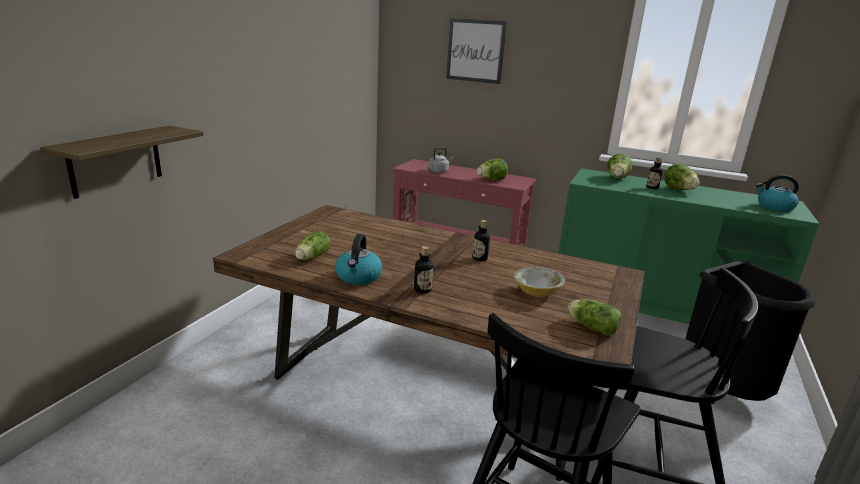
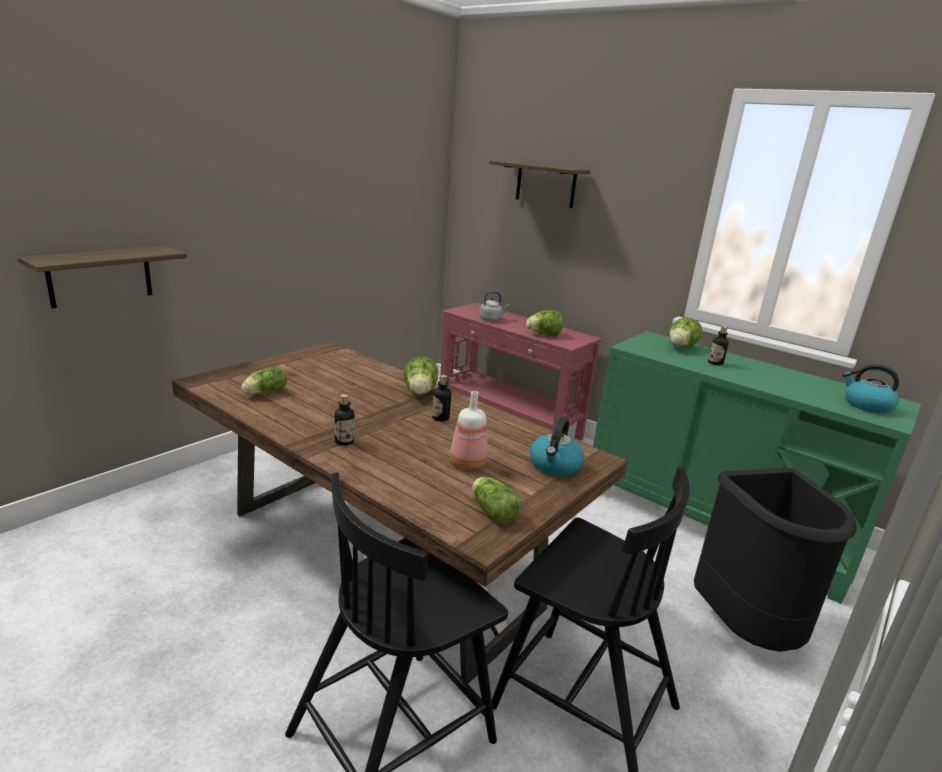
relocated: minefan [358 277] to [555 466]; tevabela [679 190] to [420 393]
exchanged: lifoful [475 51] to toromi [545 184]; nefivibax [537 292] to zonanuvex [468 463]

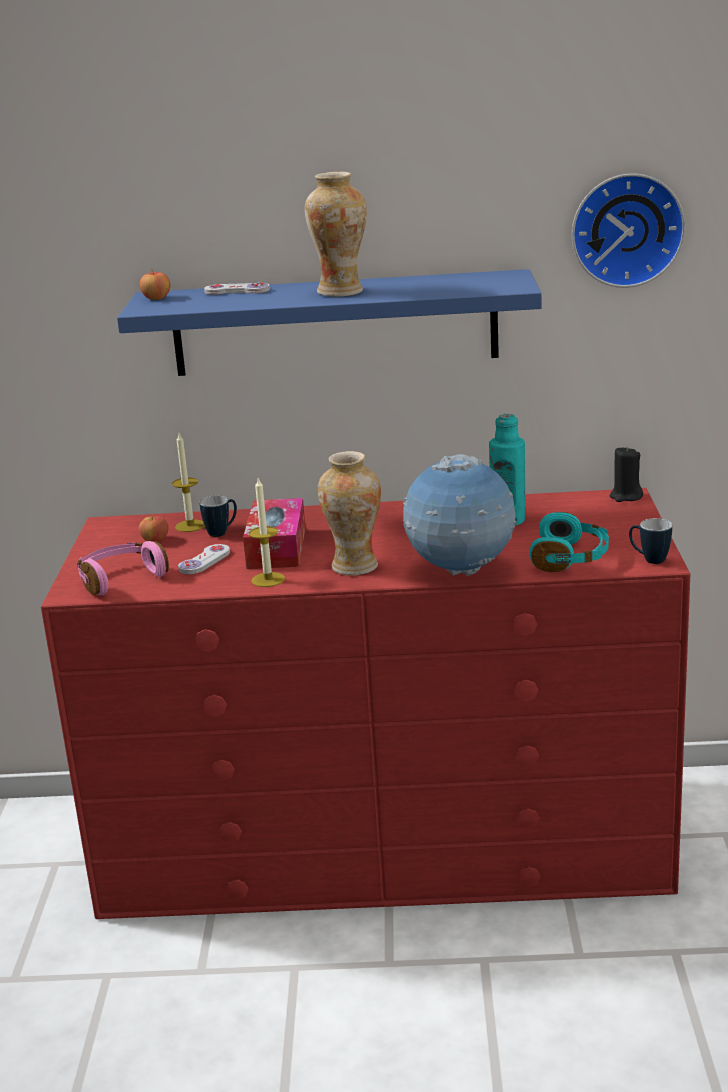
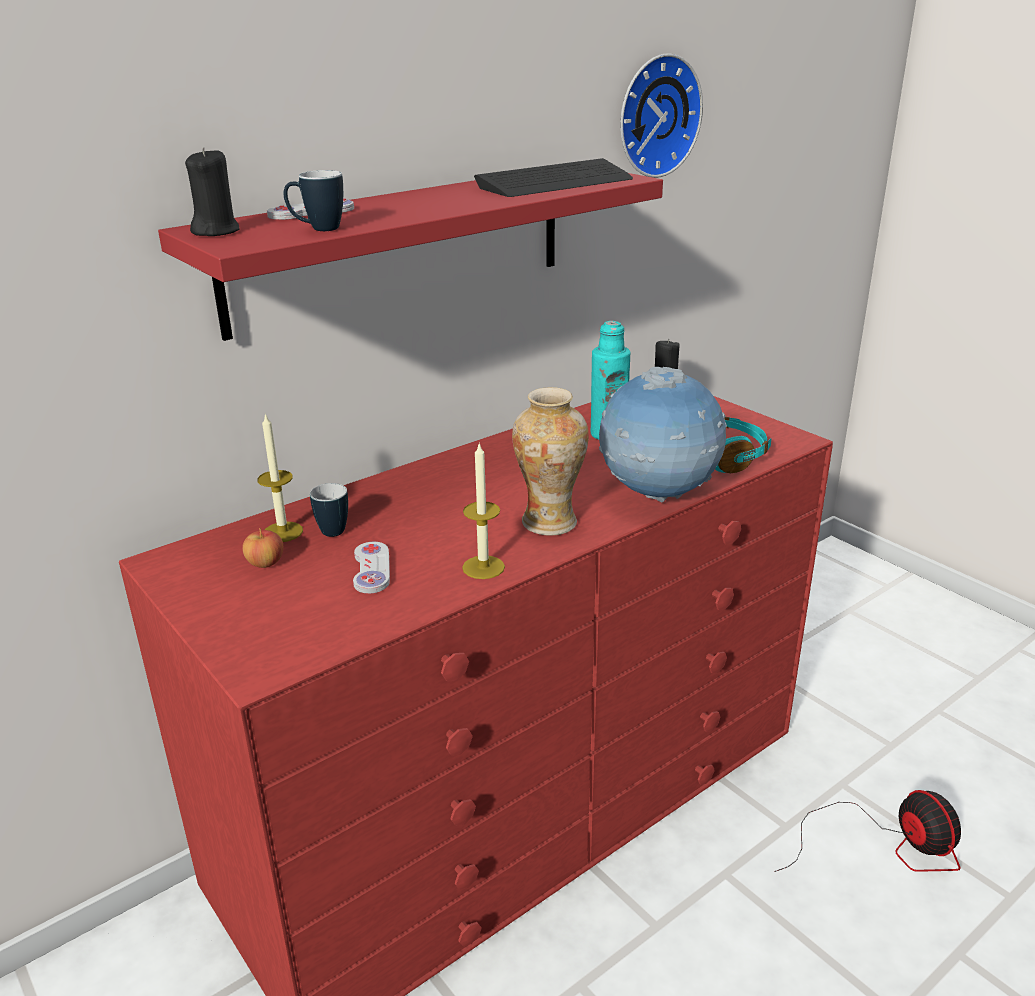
missing: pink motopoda [120 579]; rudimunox [276 547]; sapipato [340 292]
appeared: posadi [555 183]; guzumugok [885 845]
relocated: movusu [649 559] to [317 229]
exchanged: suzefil [156 298] to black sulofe [216 231]
colour: blue toromi [334 323] to red toromi [401 246]

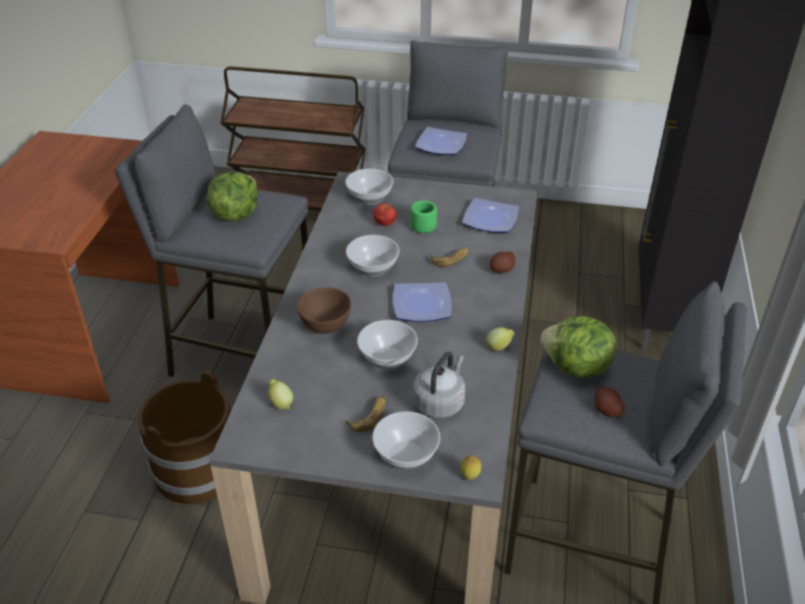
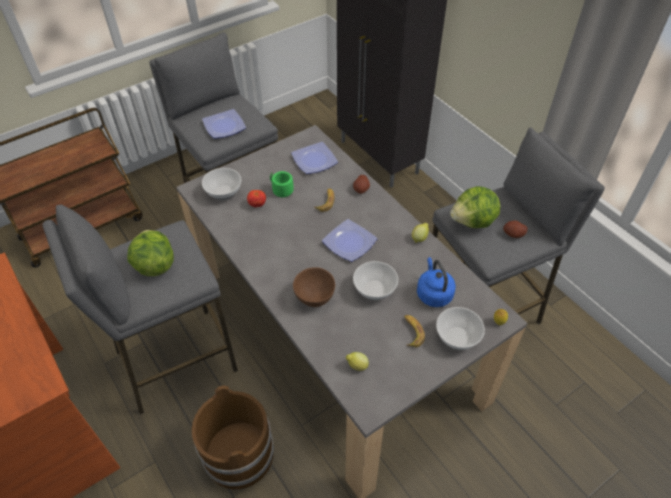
missing: nefivibax [374 267]
colour: grey minefan [440 402] to blue minefan [433 293]

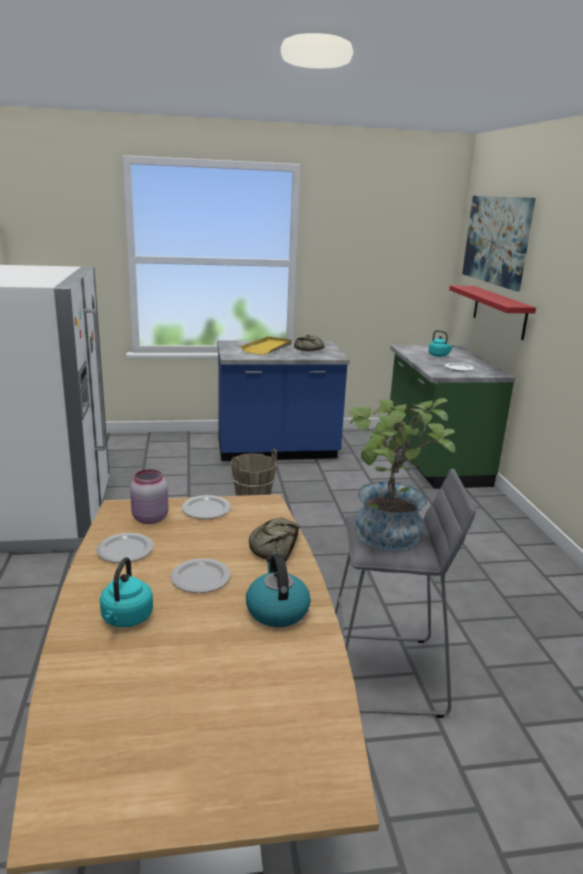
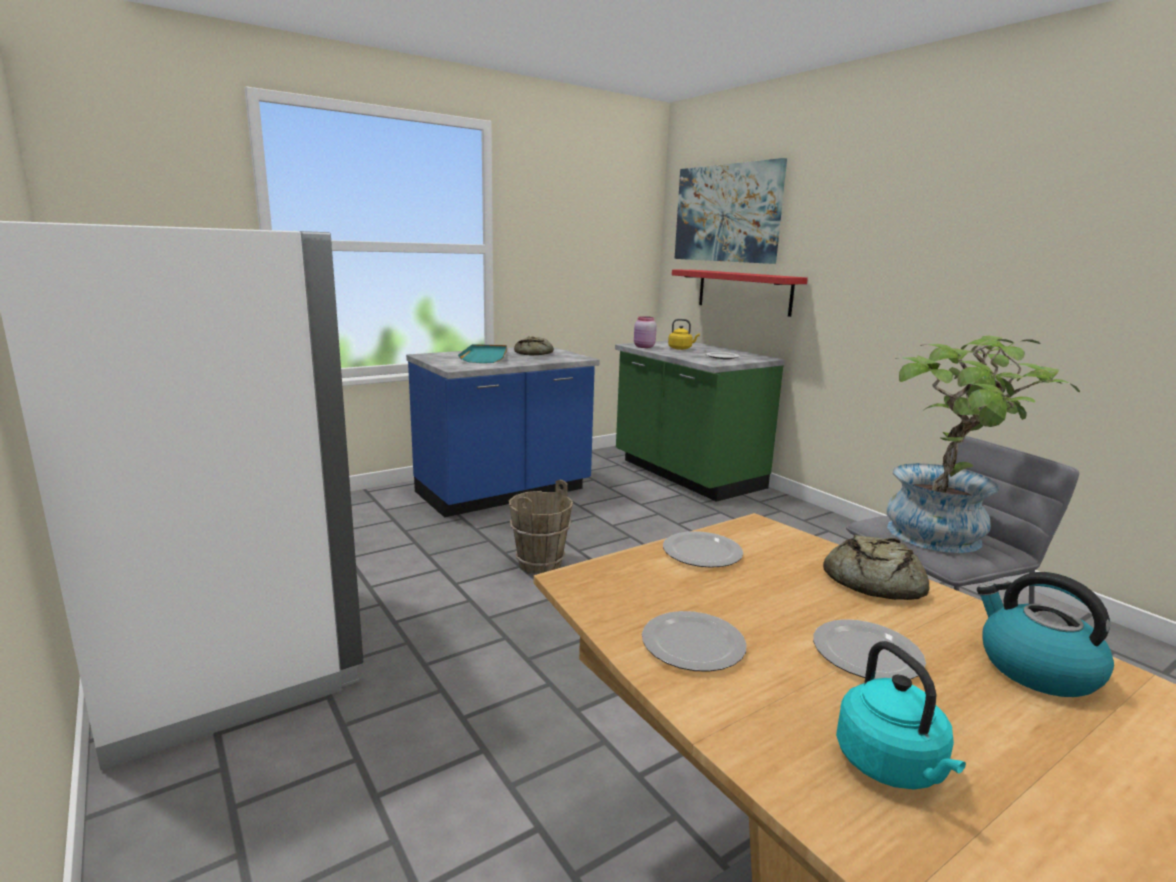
relocated: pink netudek [149 518] to [644 347]
colour: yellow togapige [267 348] to turquoise togapige [485 356]; turquoise minefan [439 355] to yellow minefan [681 348]

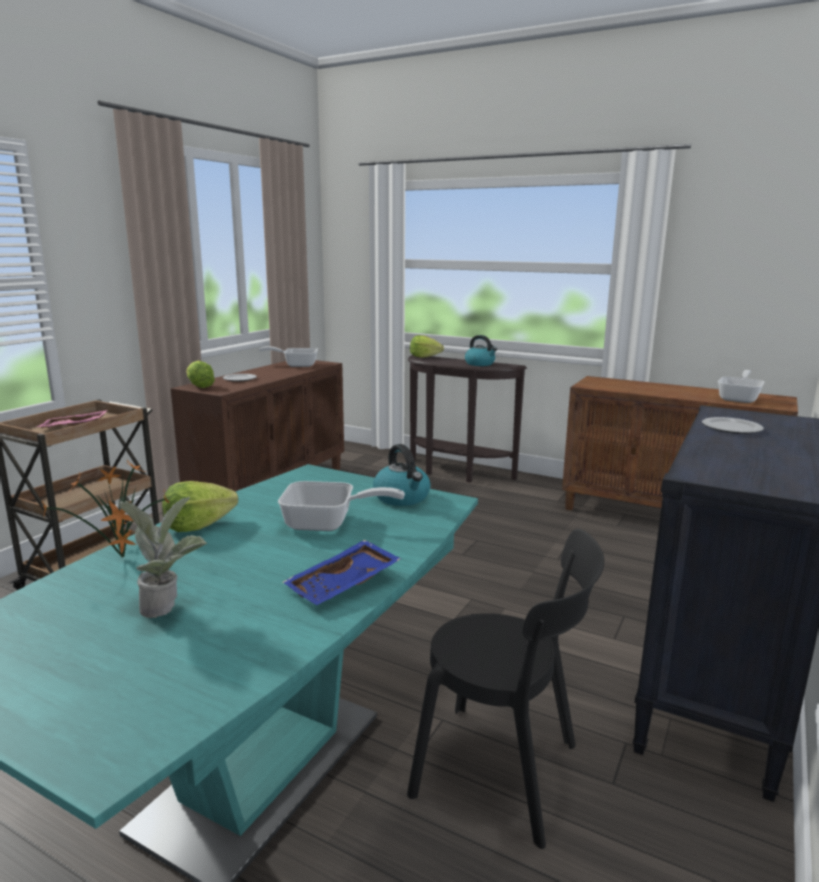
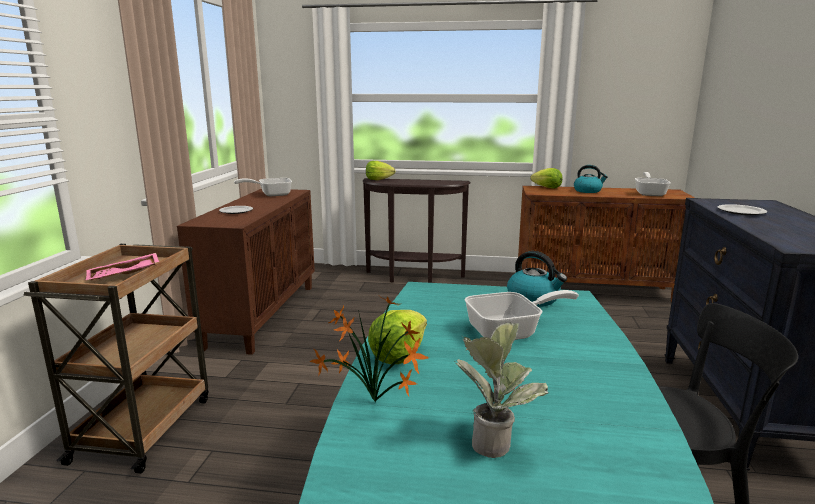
missing: blue togapige [344 585]
relocated: tevabela [199 386] to [547 187]; minefan [480 364] to [588 191]

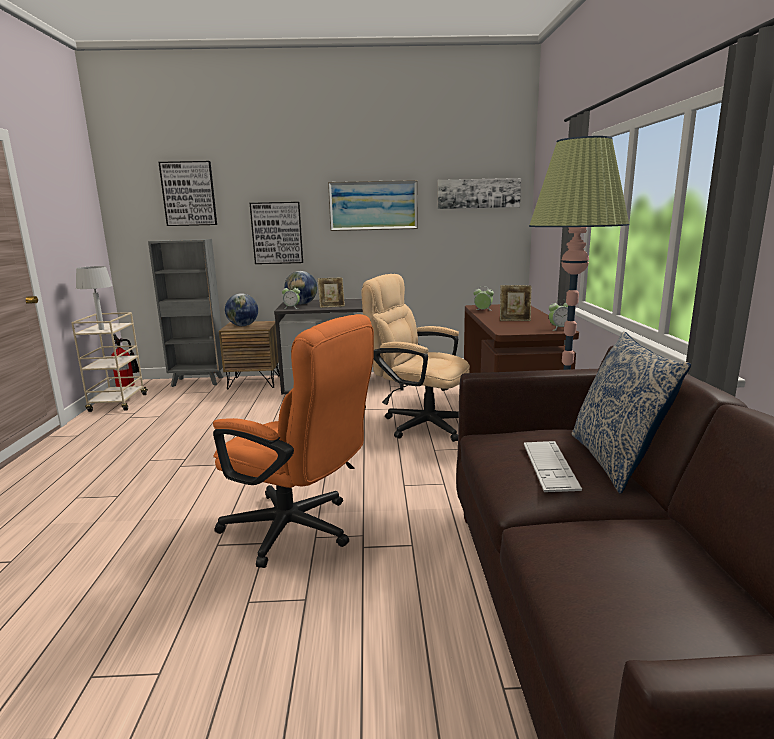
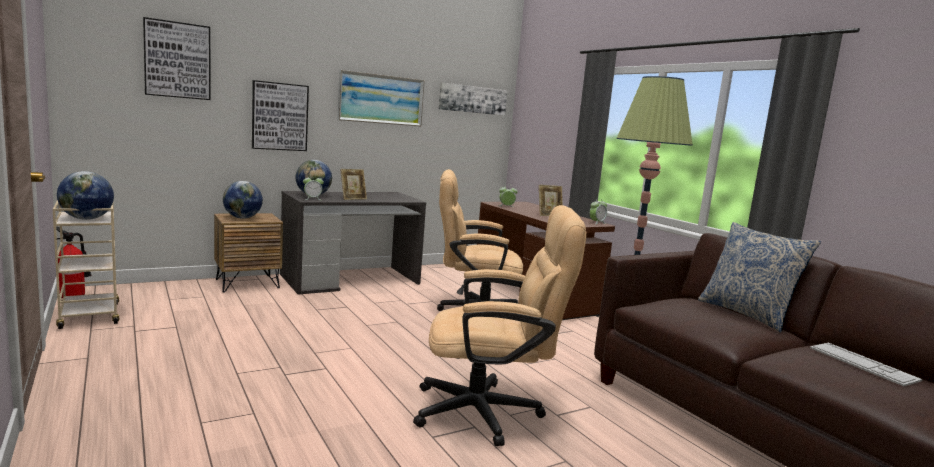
missing: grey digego [198 382]
relocated: posadi [549 466] to [862 364]
exchanged: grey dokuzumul [101 329] to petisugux [86 219]
colour: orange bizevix [299 531] to beige bizevix [490 412]

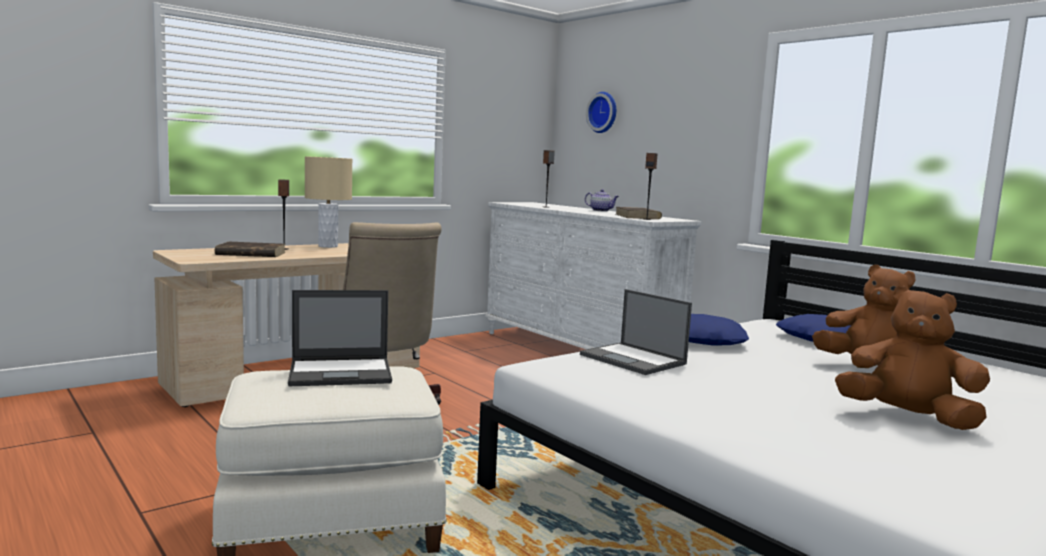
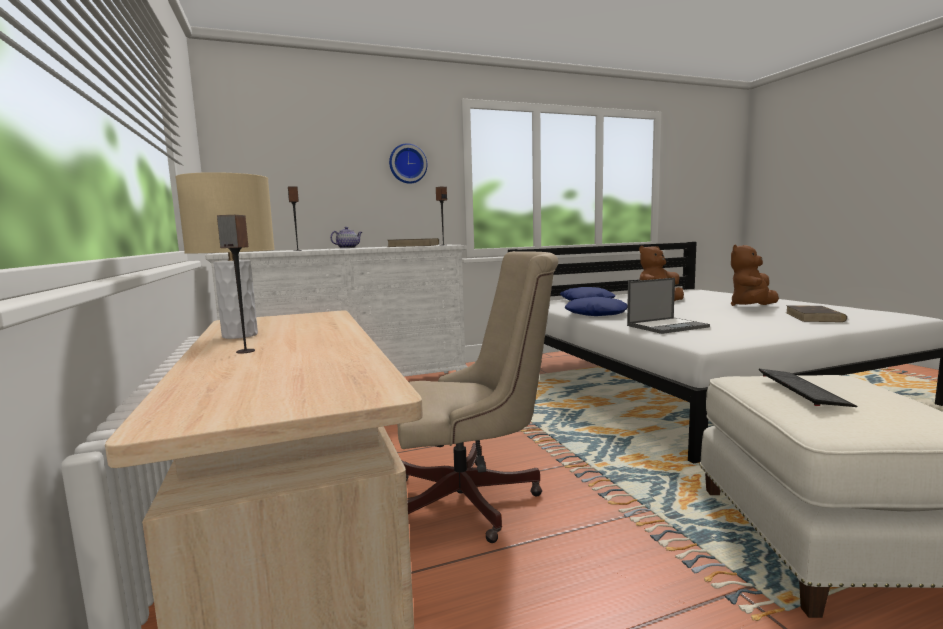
relocated: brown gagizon [250 253] to [814 317]; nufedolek [603 112] to [407 164]
exchanged: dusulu [342 373] to posadi [802 389]

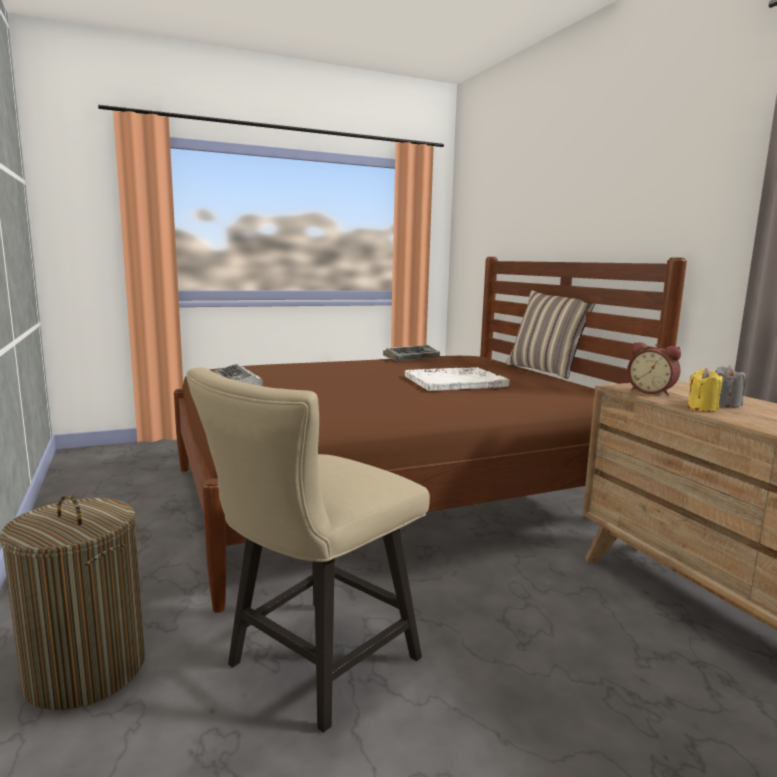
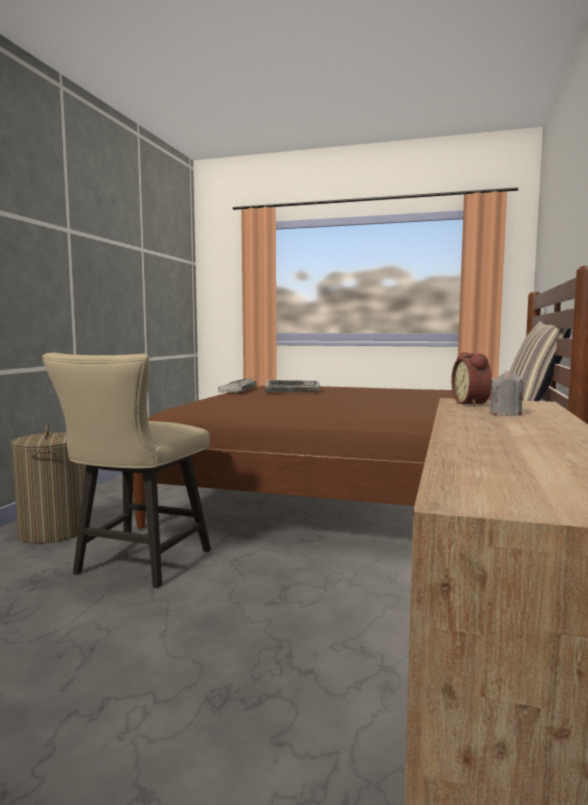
missing: white togapige [456 381]; yellow sulofe [702 408]
relocated: posadi [412 357] to [293 391]
spun: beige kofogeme [313 667] = [137 565] 60 degrees counterclockwise

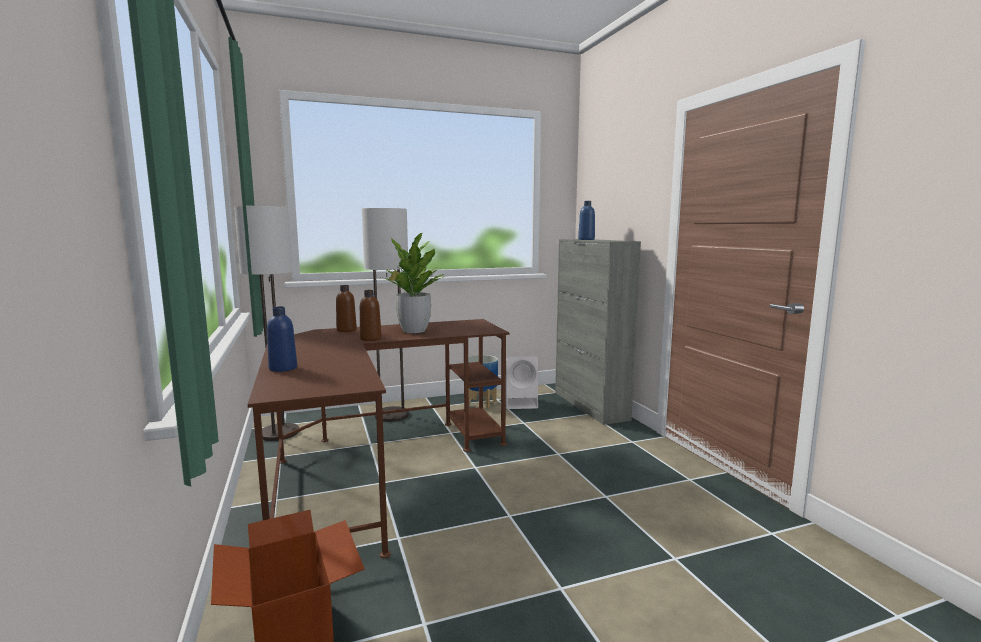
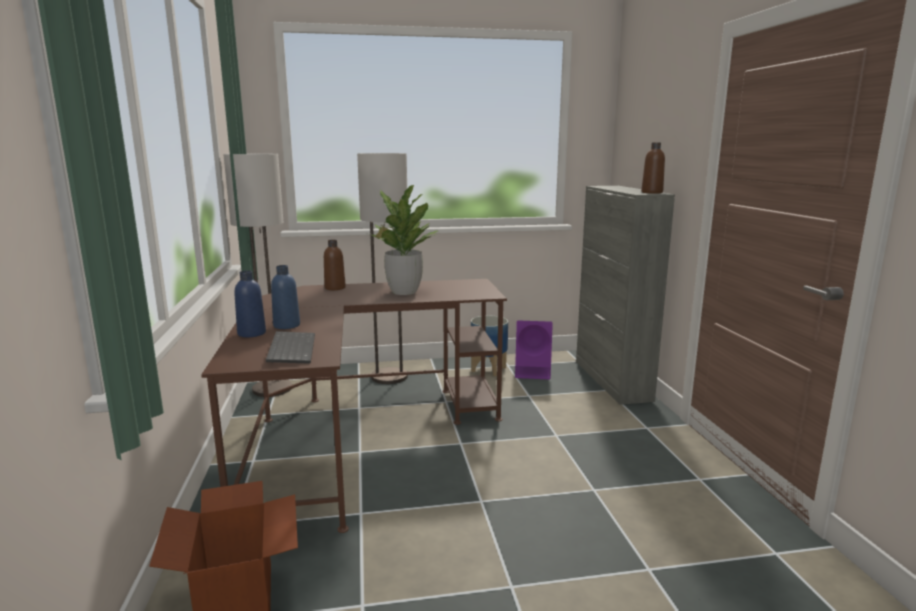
appeared: posadi [290 349]
relocated: brown zonanuvex [370 339] to [652 192]; blue zonanuvex [586 239] to [286 325]
colour: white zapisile [521 403] to purple zapisile [533 372]

